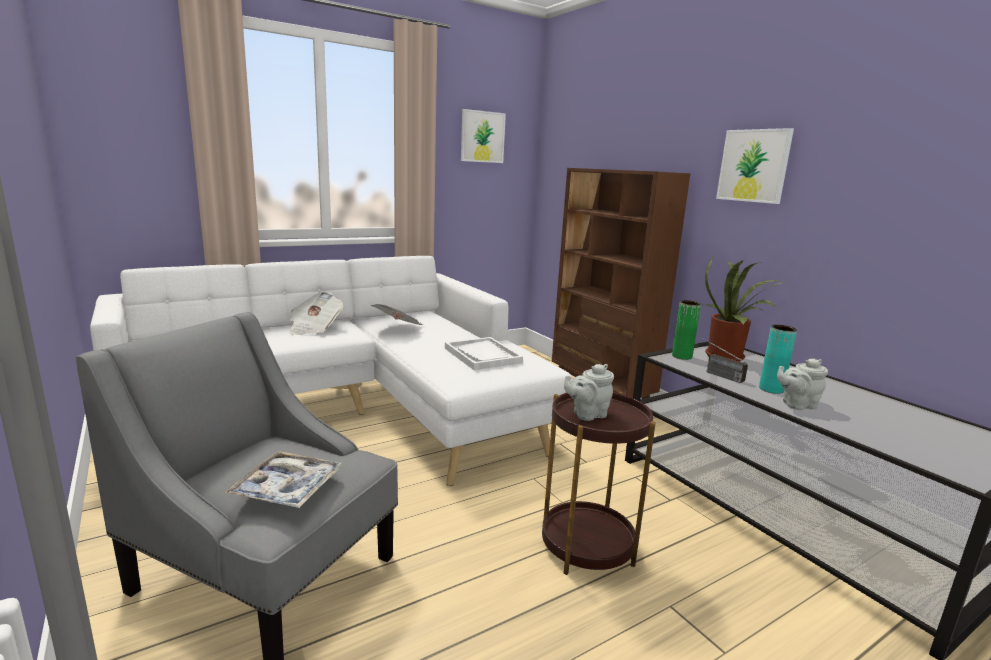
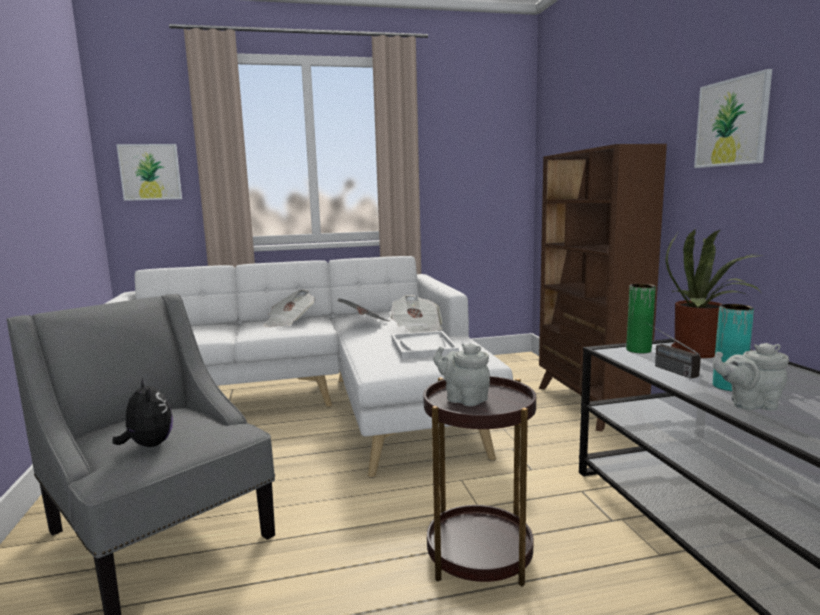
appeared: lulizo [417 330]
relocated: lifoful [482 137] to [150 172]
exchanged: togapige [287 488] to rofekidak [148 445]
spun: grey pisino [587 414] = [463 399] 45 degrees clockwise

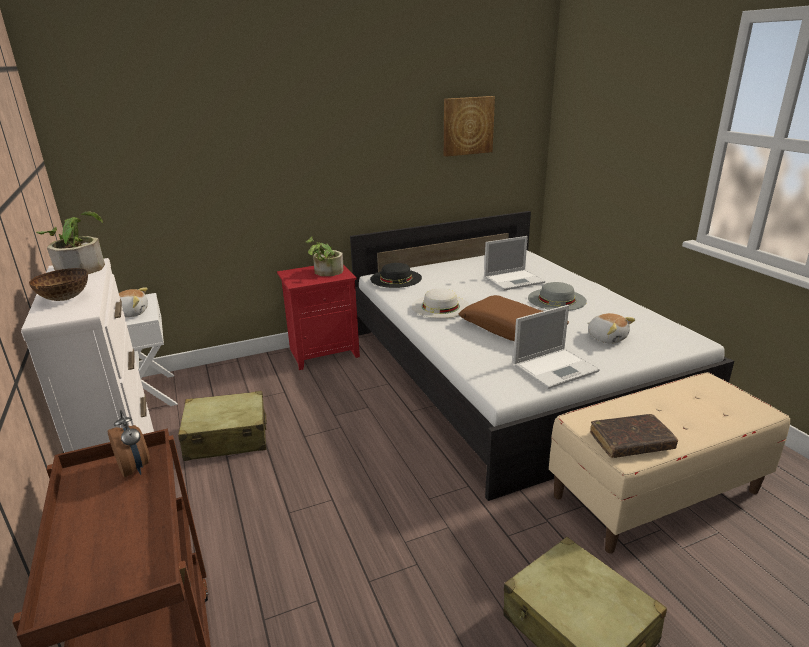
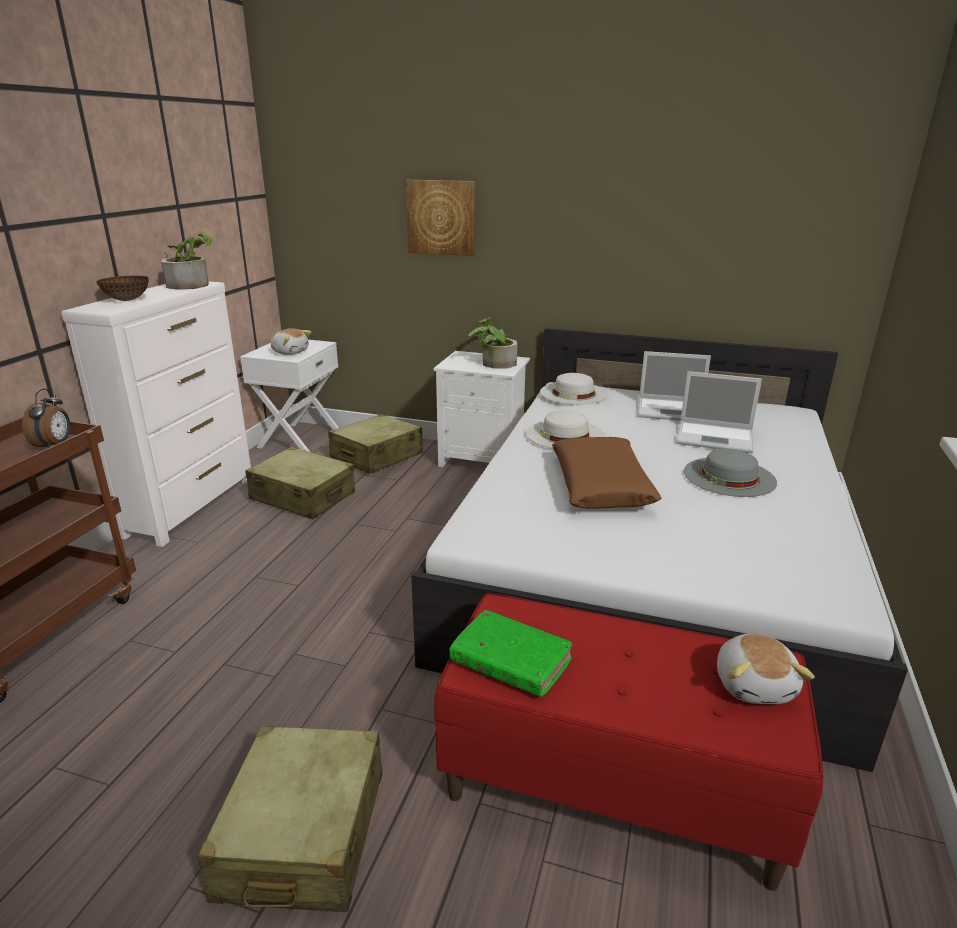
appeared: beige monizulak [376 456]
relocated: lifoful [467 126] to [441 217]; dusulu [556 368] to [673 410]; rofekidak [607 338] to [754 685]
colour: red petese [324 352] to white petese [483 459]; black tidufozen [396 278] to white tidufozen [573 393]; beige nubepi [655 493] to red nubepi [612 784]; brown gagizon [631 442] to green gagizon [510 662]

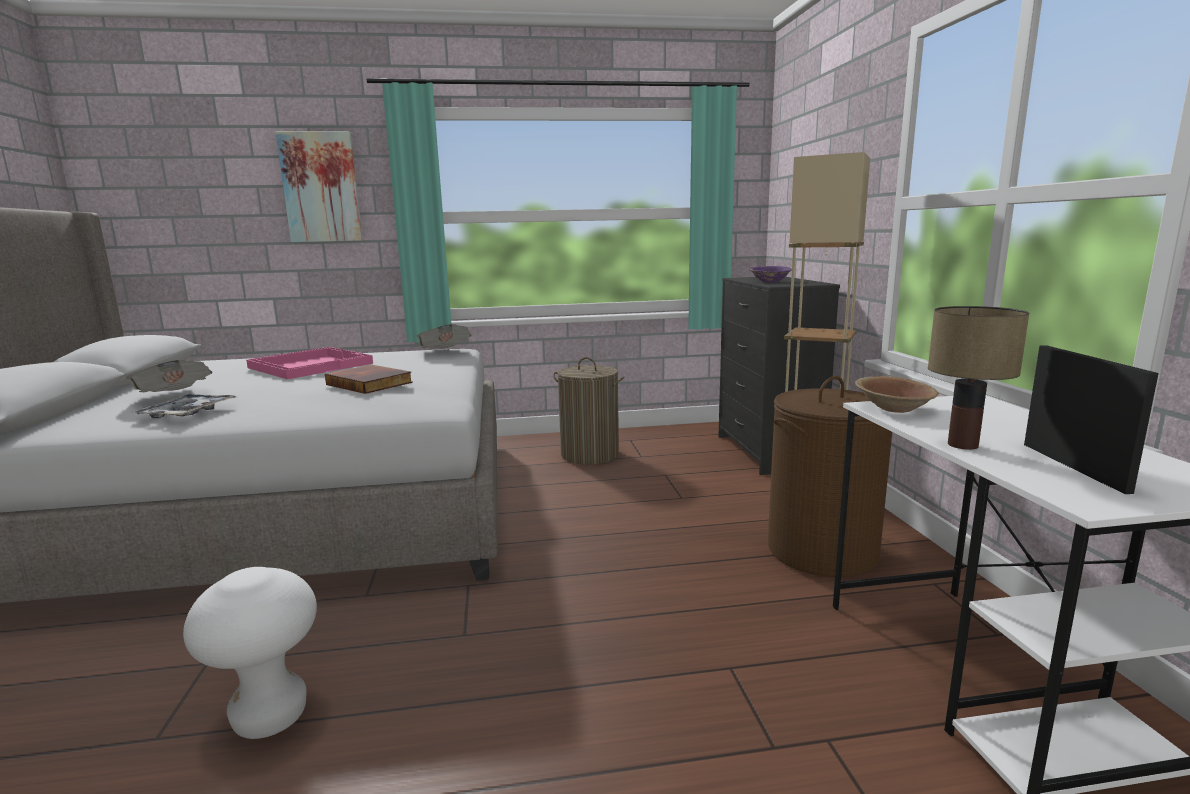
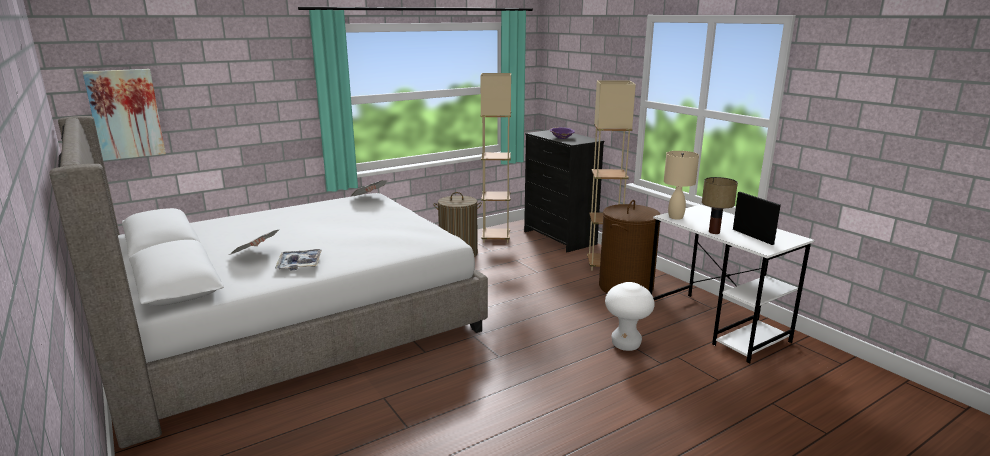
missing: pink togapige [311 365]; gagizon [371 383]
appeared: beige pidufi [496 238]
relocated: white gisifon [270 718] to [626 345]; lifoful [321 187] to [125 114]
exchanged: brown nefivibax [893 408] to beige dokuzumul [675 217]

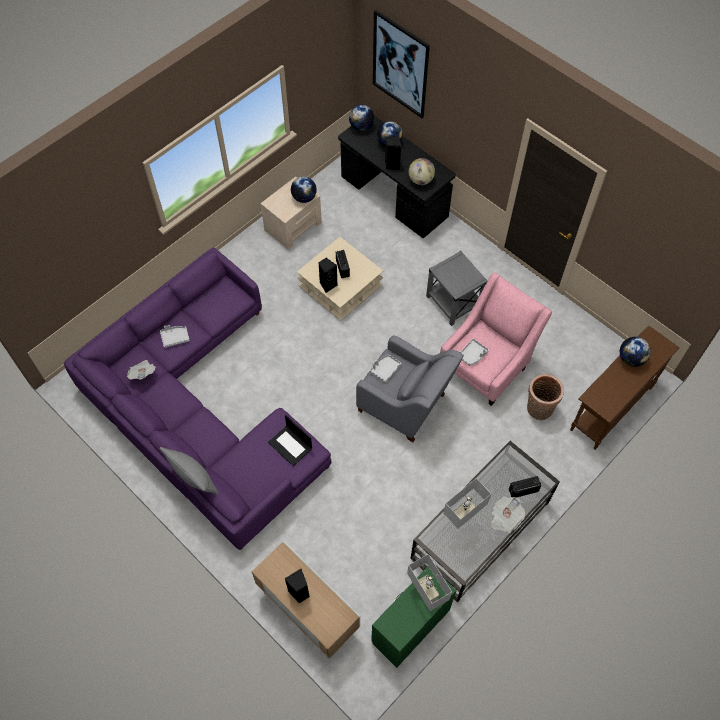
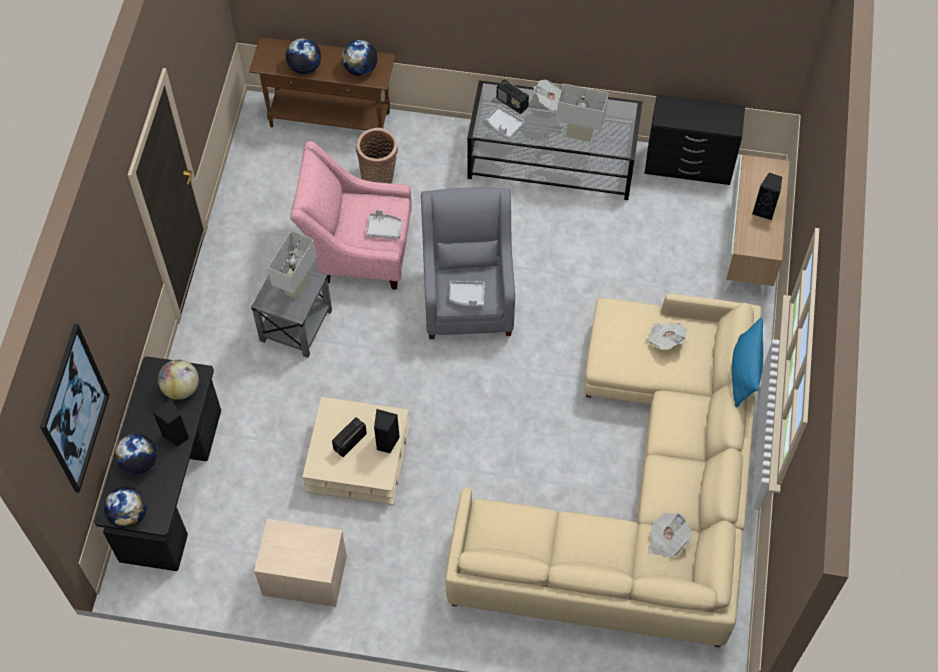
missing: dusulu [291 445]
appeared: lulizo [665 339]
relocated: grey togapige [175 337] to [504 125]; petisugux [304 198] to [360 69]; white dokuzumul [426 594] to [297 287]
colour: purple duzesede [199 410] to beige duzesede [638 493]; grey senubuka [192 476] to blue senubuka [744 371]; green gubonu [410 626] to black gubonu [689 166]

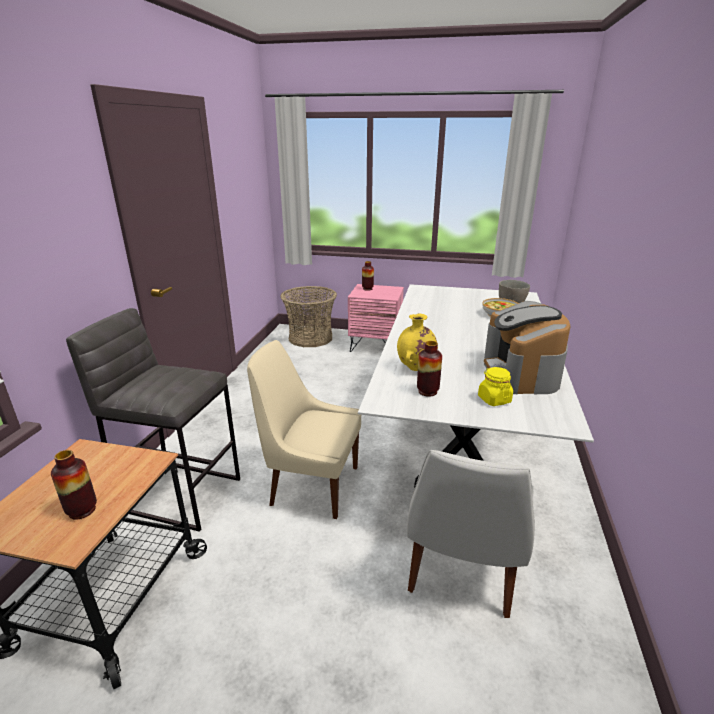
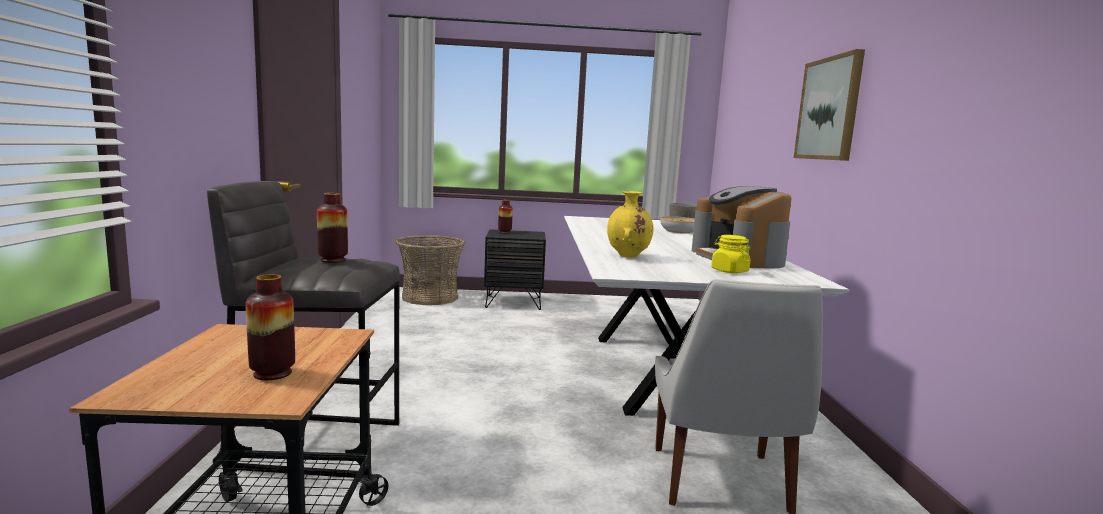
missing: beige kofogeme [311 485]
appeared: lifoful [829 109]
relocated: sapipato [427 391] to [333 260]
colour: pink petese [375 346] to black petese [513 302]

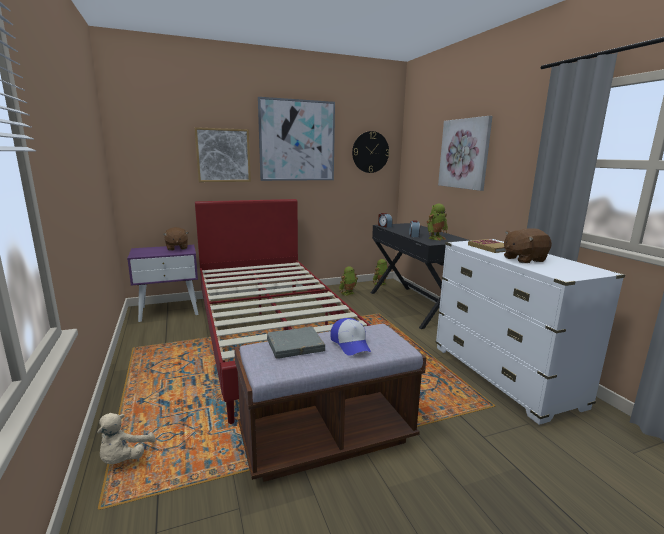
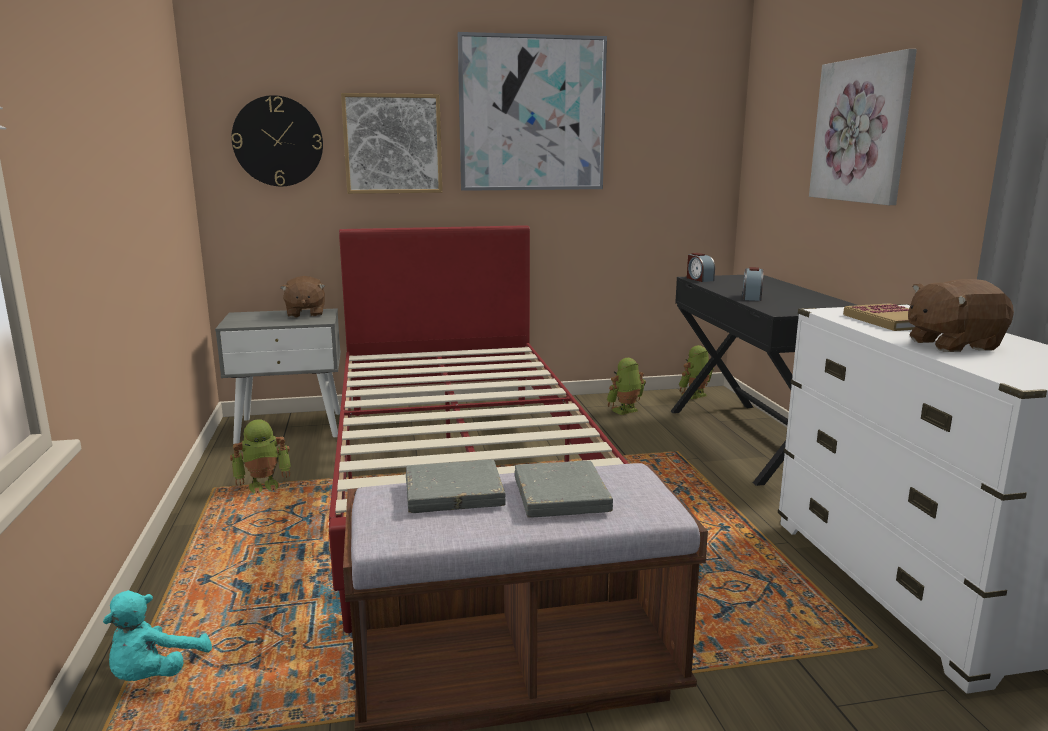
relocated: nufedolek [370 152] to [278 141]; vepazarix [435 238] to [264 487]
exchanged: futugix [351 343] to grey gagizon [561 496]
colour: beige rofekidak [124 458] to turquoise rofekidak [155 674]; purple petese [169 310] to grey petese [290 427]

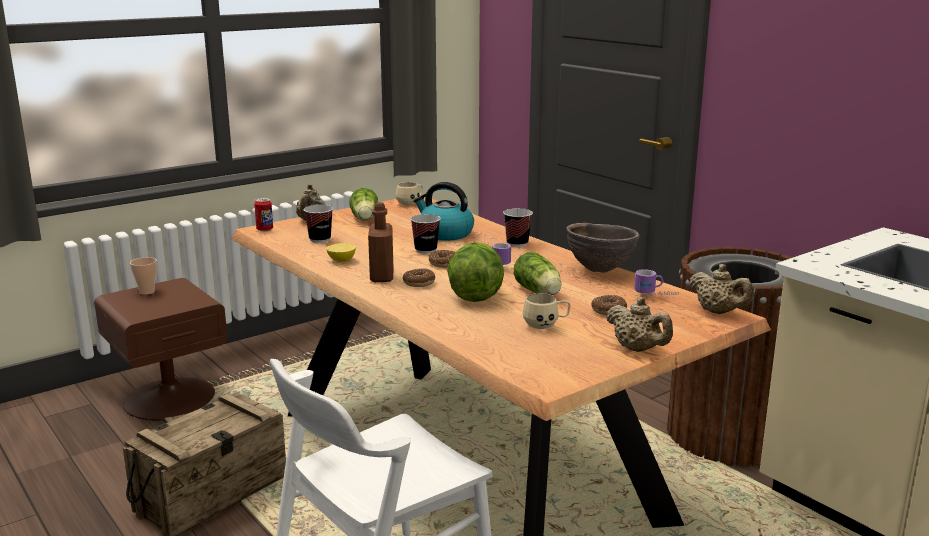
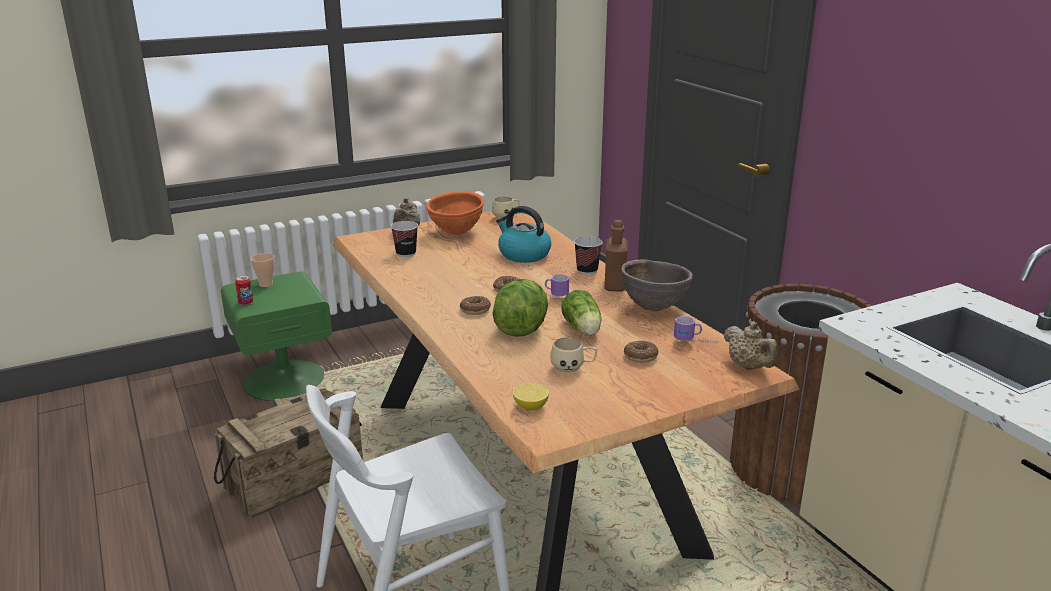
missing: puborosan [426 250]; beige pisino [638 349]
relocated: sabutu [264 229] to [246 303]; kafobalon [341 260] to [530 407]; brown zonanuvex [381 276] to [615 285]
exchanged: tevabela [365 219] to orange nefivibax [456 233]
colour: brown petese [170 398] to green petese [284 379]

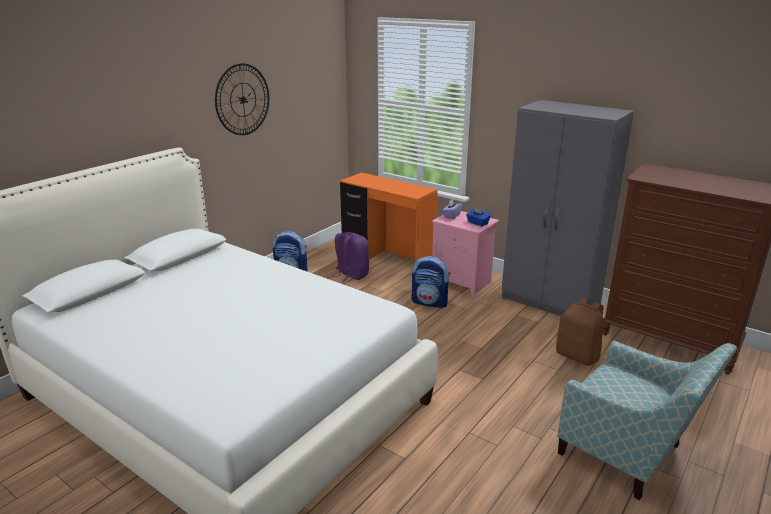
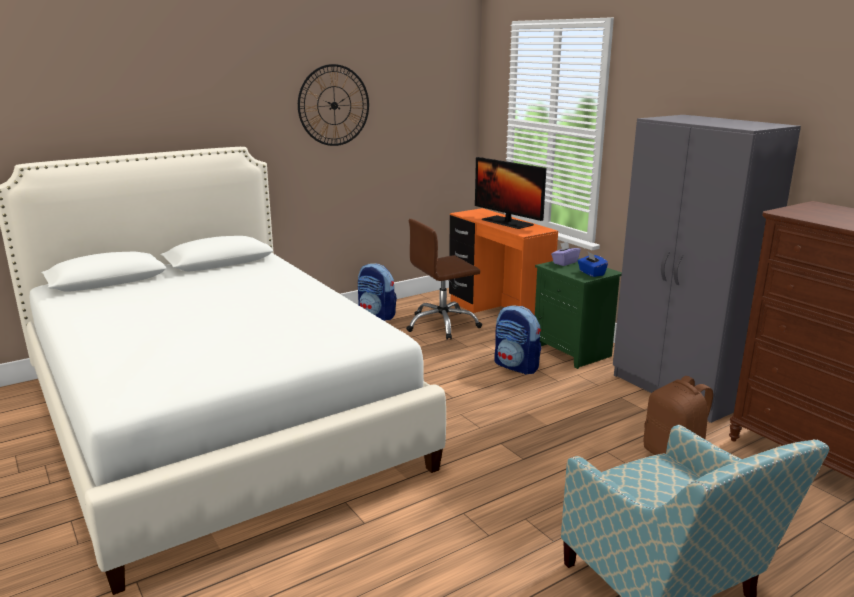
appeared: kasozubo [507 222]
exchanged: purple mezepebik [351 275] to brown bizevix [442 325]
colour: pink petese [463 282] to green petese [573 352]

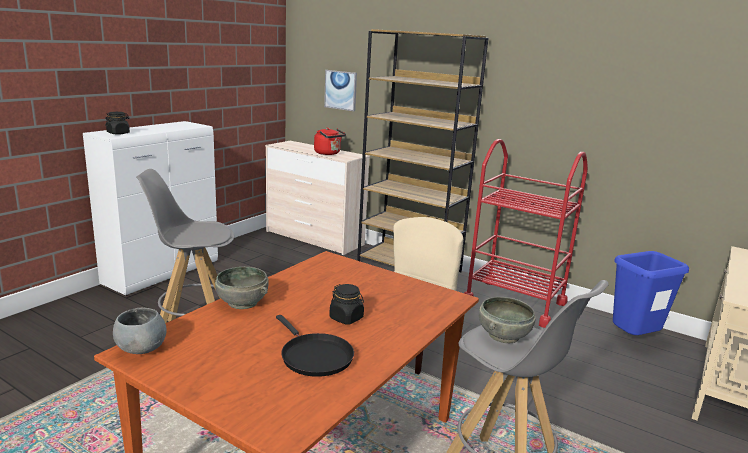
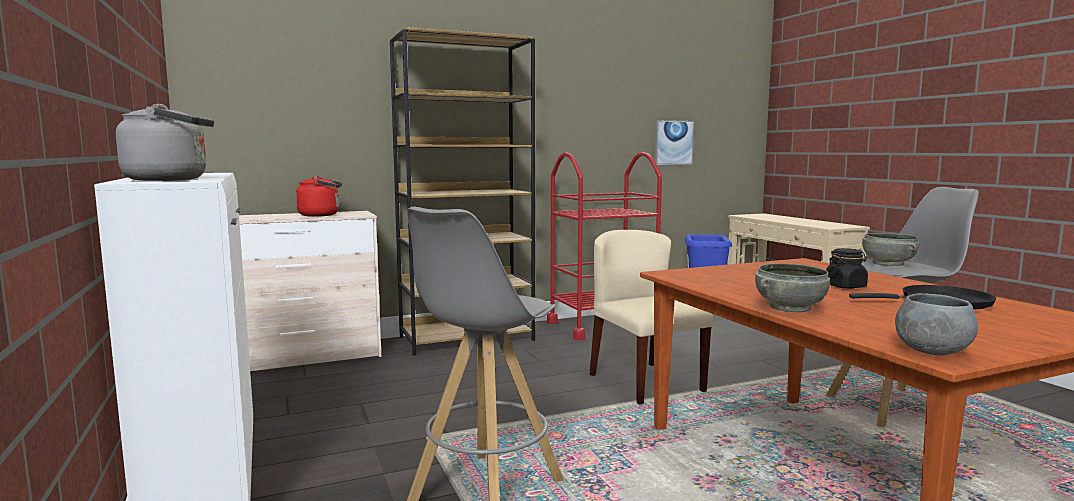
relocated: lifoful [341 90] to [673 142]
exchanged: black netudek [118 133] to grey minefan [172 179]

